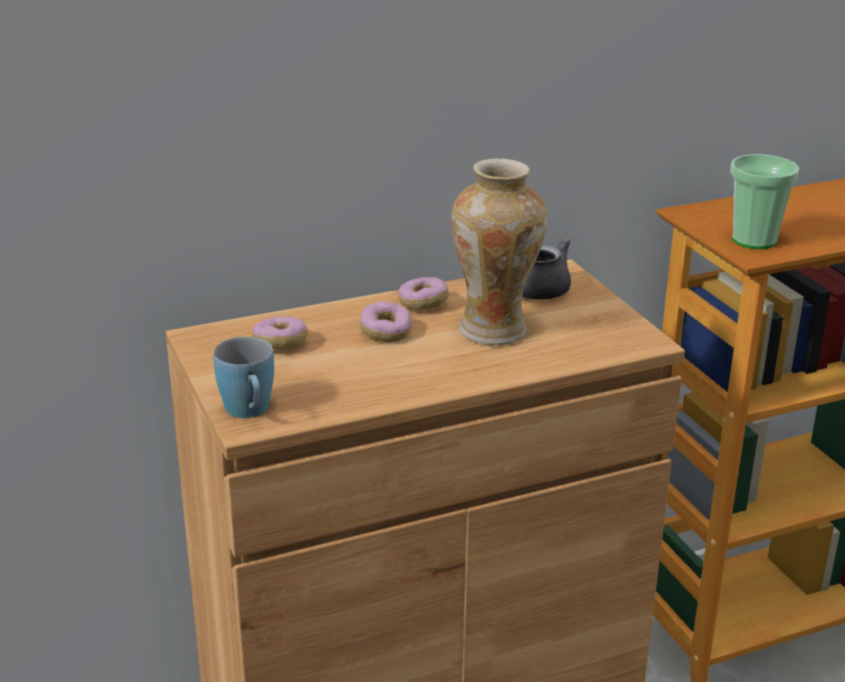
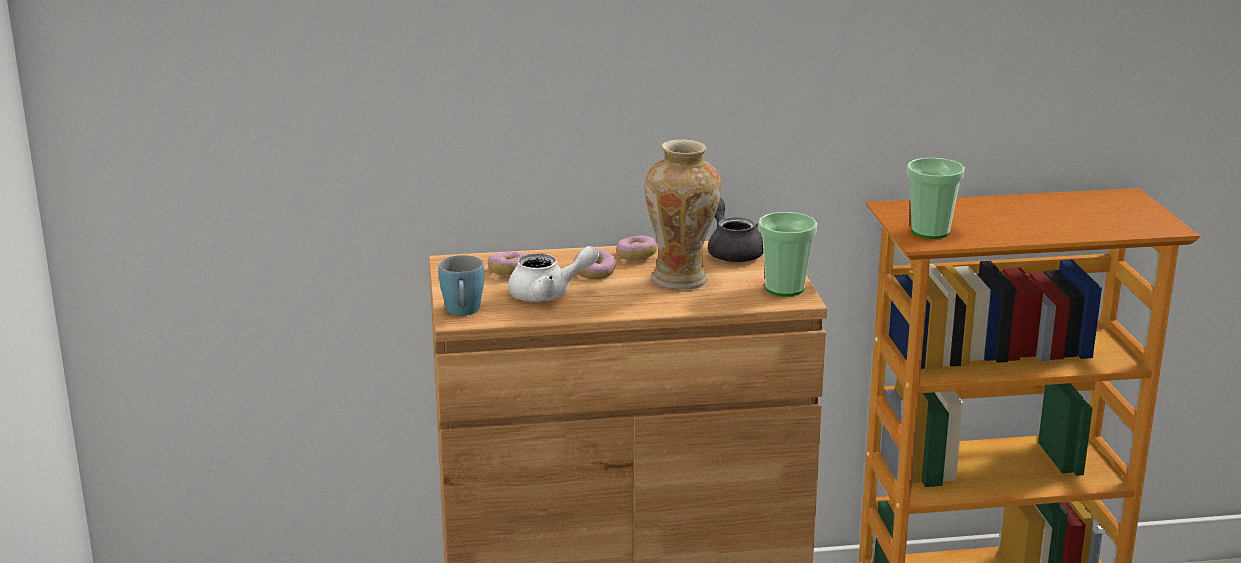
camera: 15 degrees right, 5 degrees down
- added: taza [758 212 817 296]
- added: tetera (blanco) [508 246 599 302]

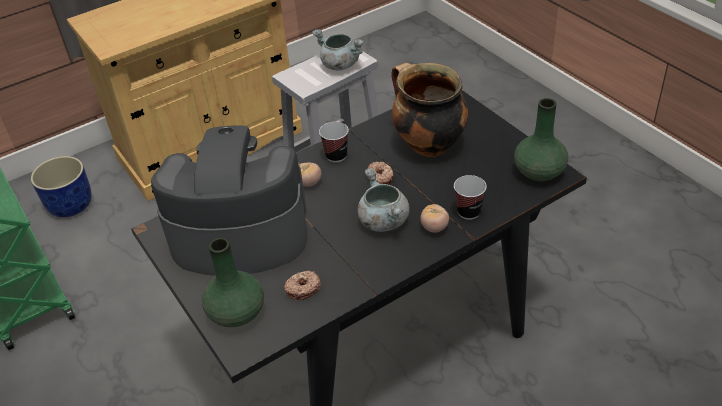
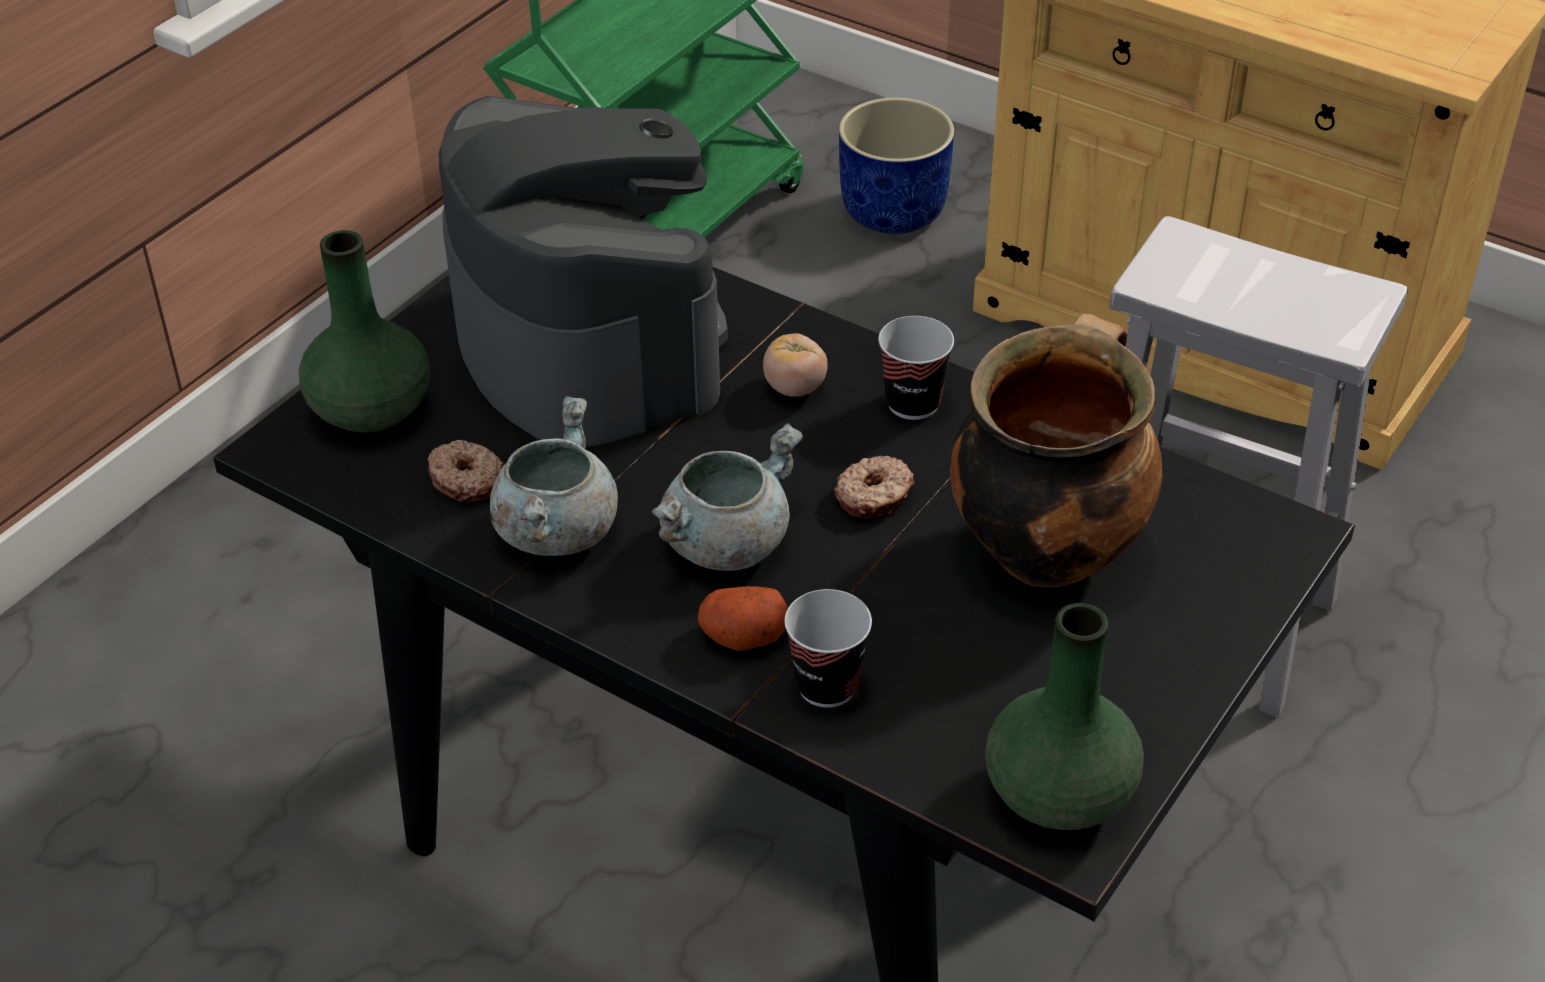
camera: 65 degrees right, 0 degrees up
- moved: olla (gris) [312 29 364 70] to [490 396 618 556]
- replaced: tomate [421 204 449 233] to patata [698 586 788 651]

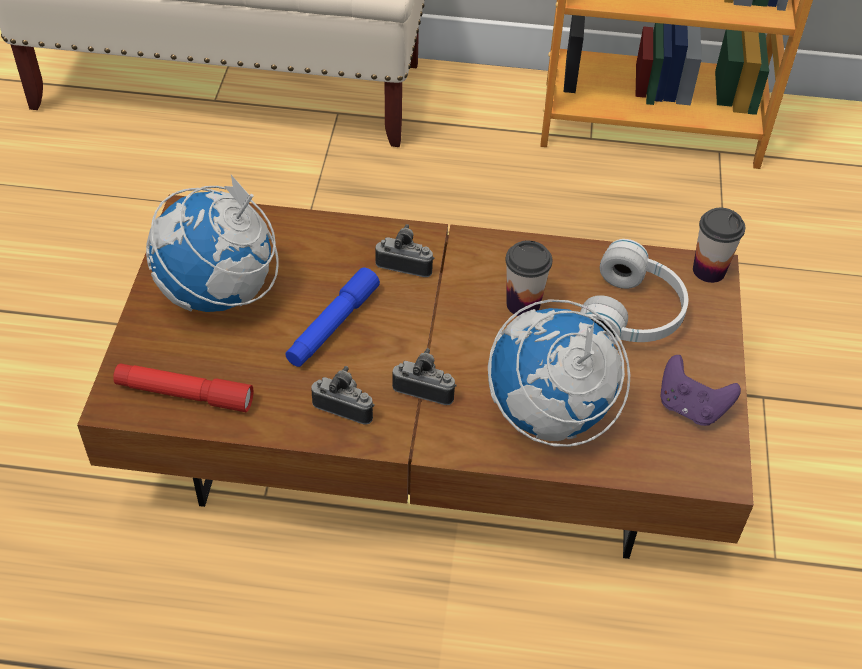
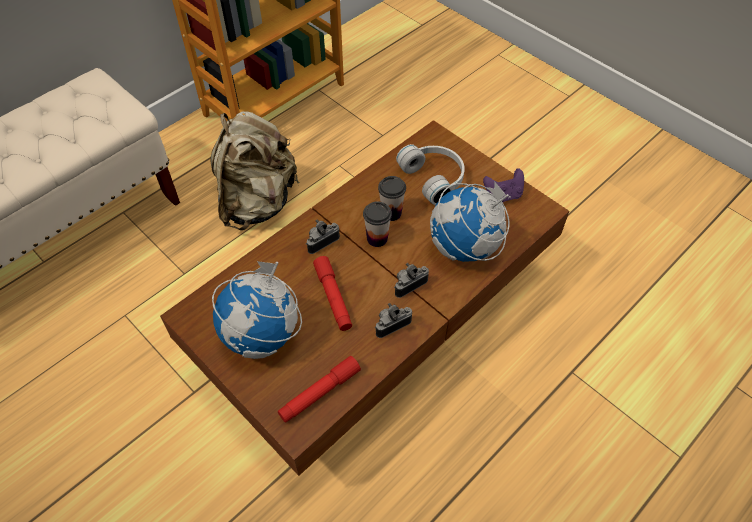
camera: 50 degrees left, 5 degrees up
- moved: taza [693 208 745 283] to [363 201 392 247]
- recoloured: linterna (azul) [285 268 380 367] to linterna (rojo) [313 256 352 331]
- added: mochila (beis) [210 111 300 230]

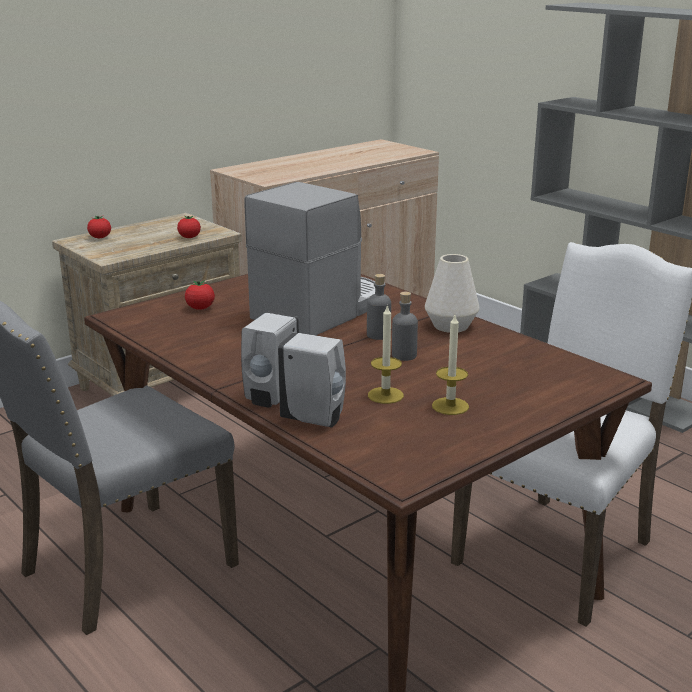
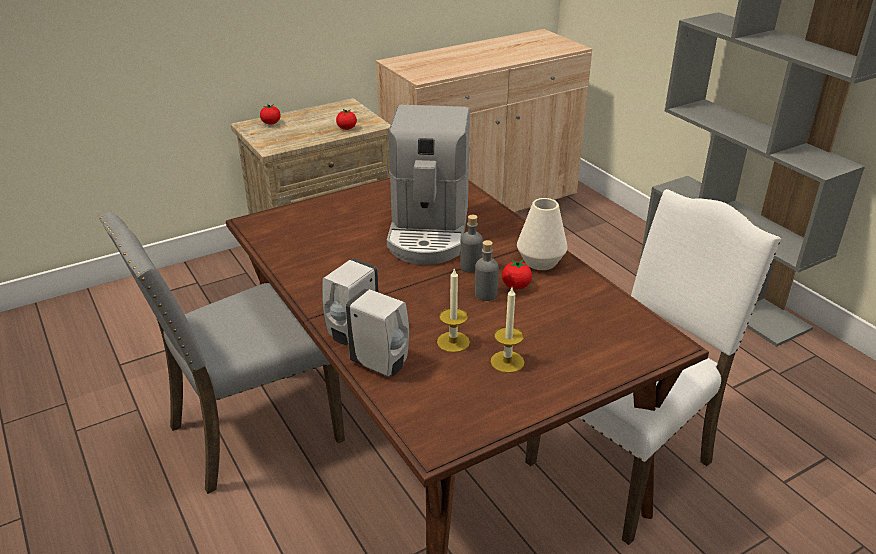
camera: 10 degrees right, 10 degrees up
- turned: cafetera [244 182 375 335] = [387 105 470 265] 135 degrees clockwise
- moved: tomate [185 280 215 310] to [502 259 532 289]

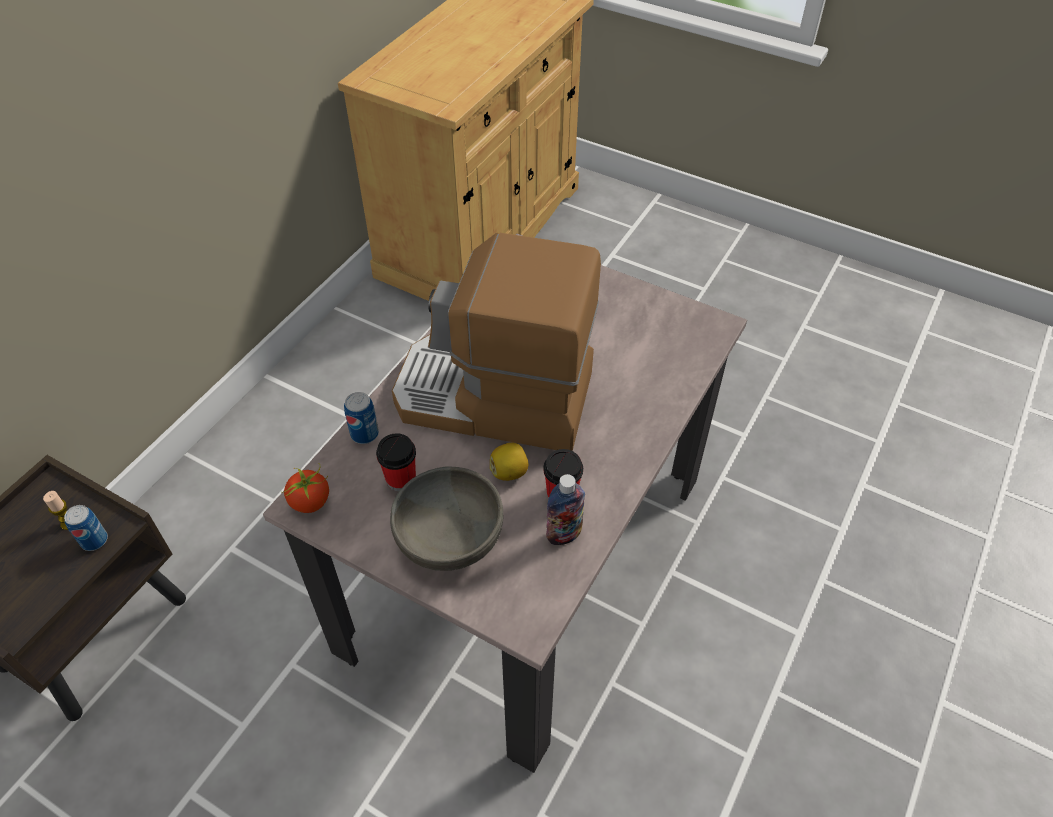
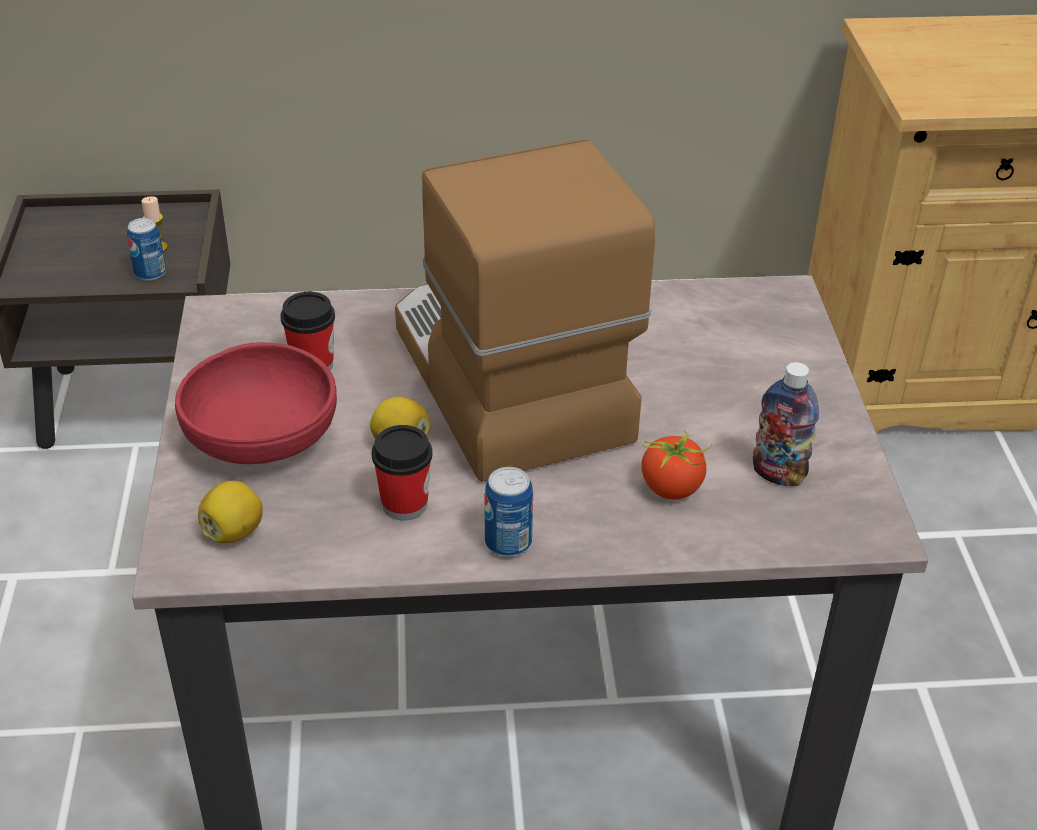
camera: 55 degrees right, 10 degrees down
- moved: lata [344 392 379 444] to [485 467 533 557]
- moved: tomate [282 463 329 513] to [641 429 712 500]
- recoloured: cuenco (gris) [390 467 503 571] to cuenco (rojo) [175 342 337 464]
- moved: botella [546 474 585 545] to [753 362 819 486]
- added: limón [198 481 263 543]

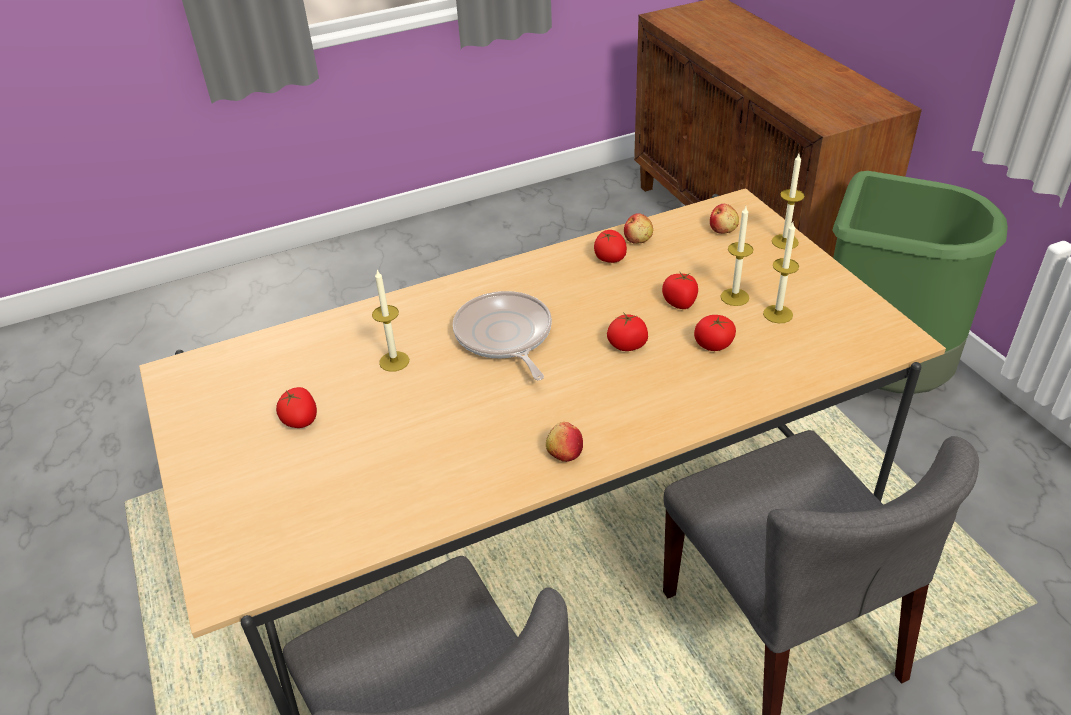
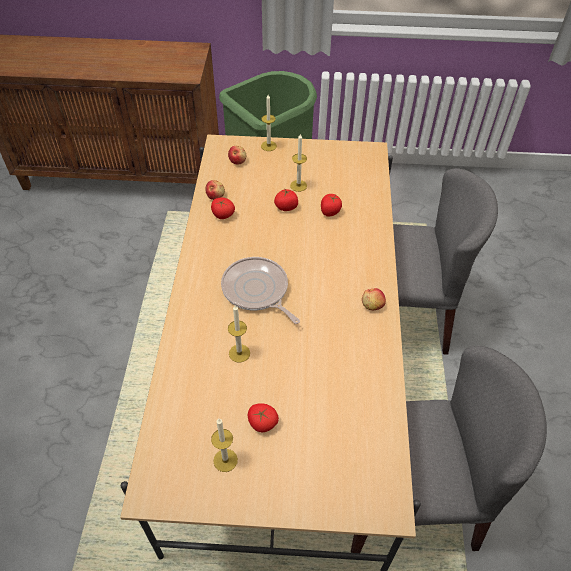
camera: 65 degrees left, 10 degrees up
- moved: vela [763 222 799 323] to [211 419 238 472]
- turned: sartén [453 291 552 381] = [221 257 300 324] 45 degrees clockwise
- removed: tomate [607 312 648 351]

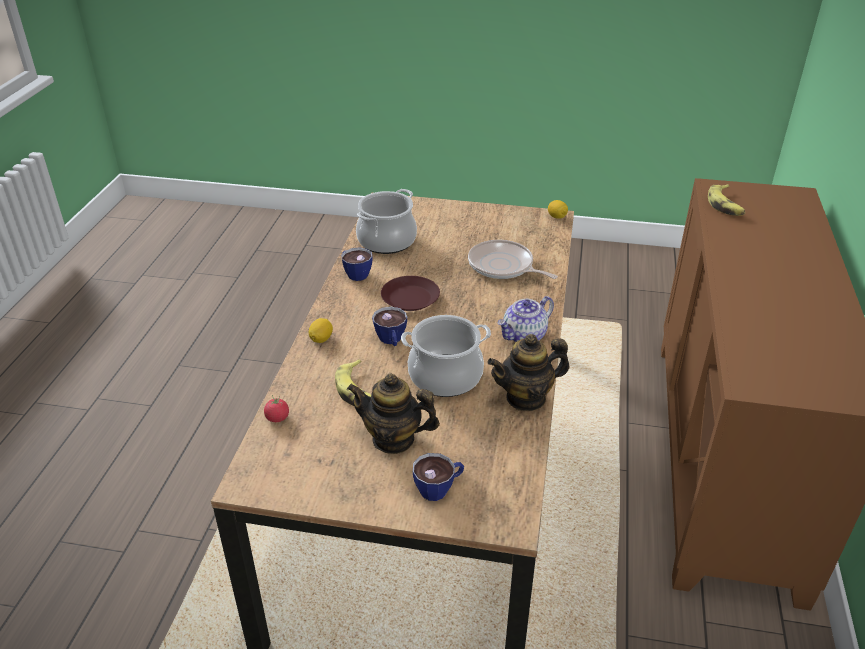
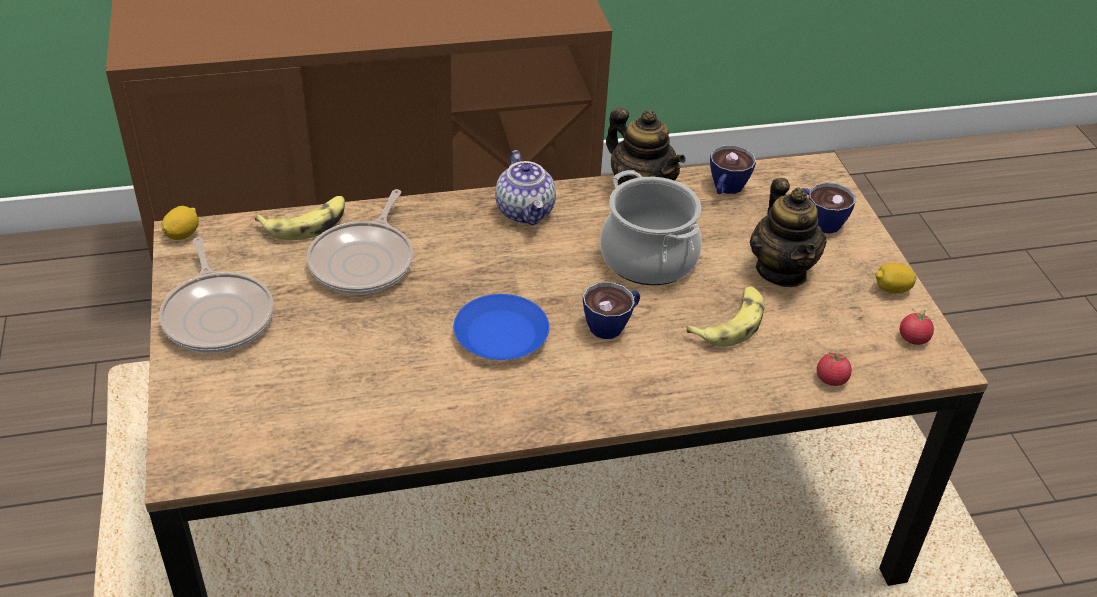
camera: 115 degrees left, 5 degrees up
- moved: plátano [708 184 745 216] to [255 196 345 240]
- removed: olla [356 189 417 254]
- moved: taza [341 247 373 281] to [710 145 756 194]
- recoloured: plato (marrón) [381 276 440 311] to plato (azul) [454 294 549 360]
- turned: tetera [497 296 554 342] = [495 150 556 225] 45 degrees clockwise
- moved: limón [309 318 333 343] to [875 263 916 294]
- added: sartén [159 237 274 353]
- added: tomate [900 309 934 345]

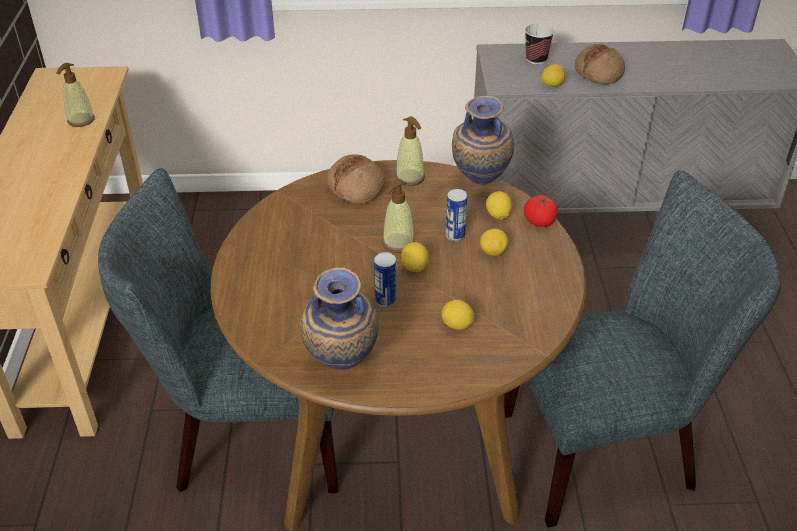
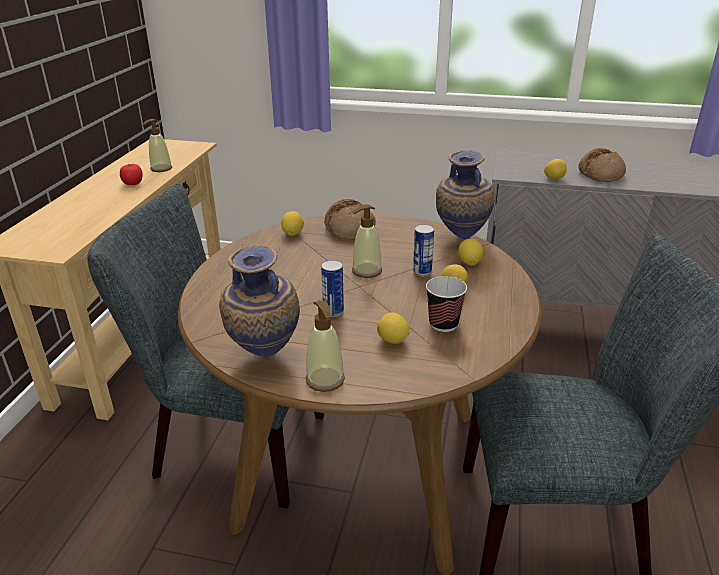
camera: 15 degrees right, 10 degrees down
- moved: taza [525 23 554 65] to [426 276 467 332]
- moved: dispensador de jabón [395 116 425 186] to [306 300 345 392]
- moved: tomate [524 195 558 227] to [120 164 143 185]
- moved: limón [401 242 429 272] to [281 211 304 236]

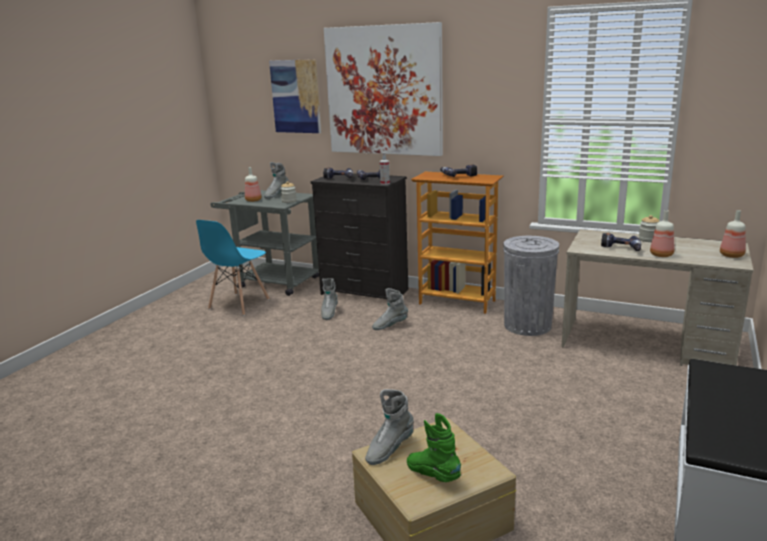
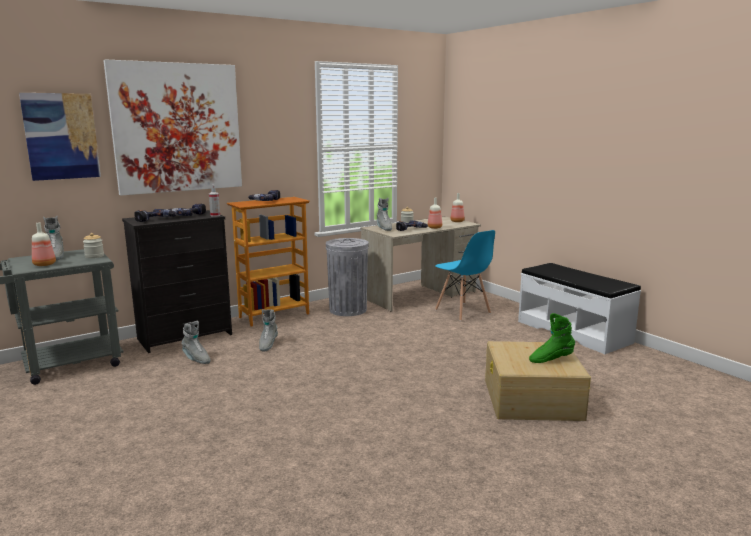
camera: 60 degrees left, 5 degrees down
- moved: silla (azul) [196 220 270 316] to [435 230 495 321]
- moved: bota (gris) [365 389 414 465] to [377 198 392 231]

